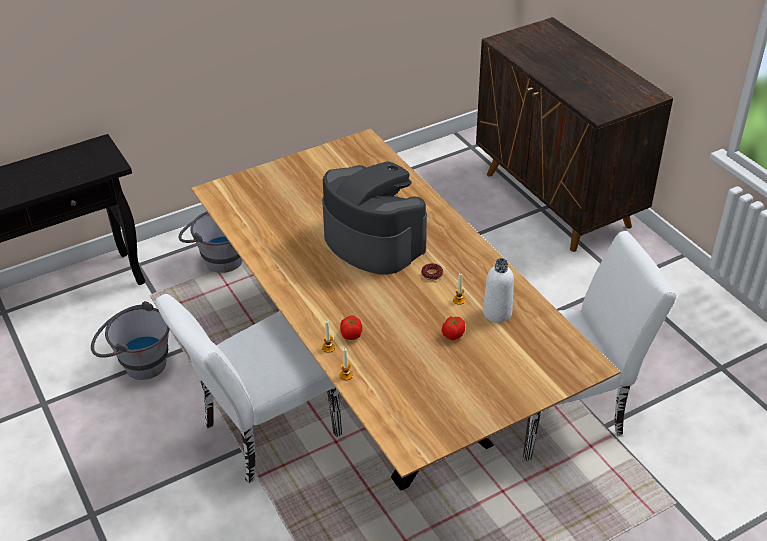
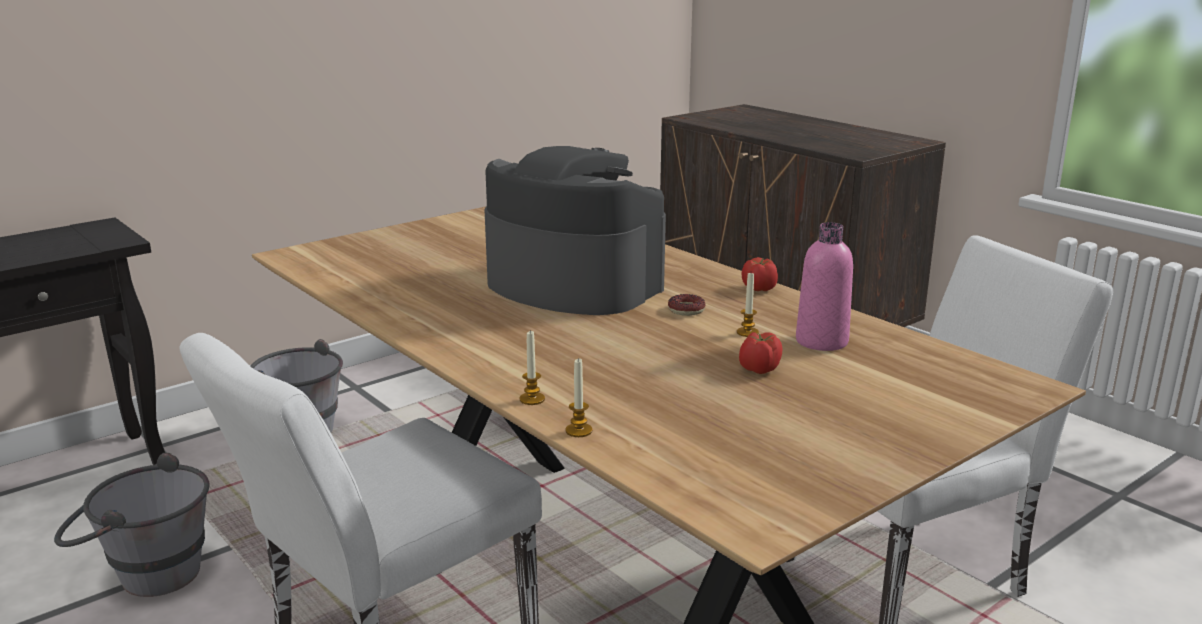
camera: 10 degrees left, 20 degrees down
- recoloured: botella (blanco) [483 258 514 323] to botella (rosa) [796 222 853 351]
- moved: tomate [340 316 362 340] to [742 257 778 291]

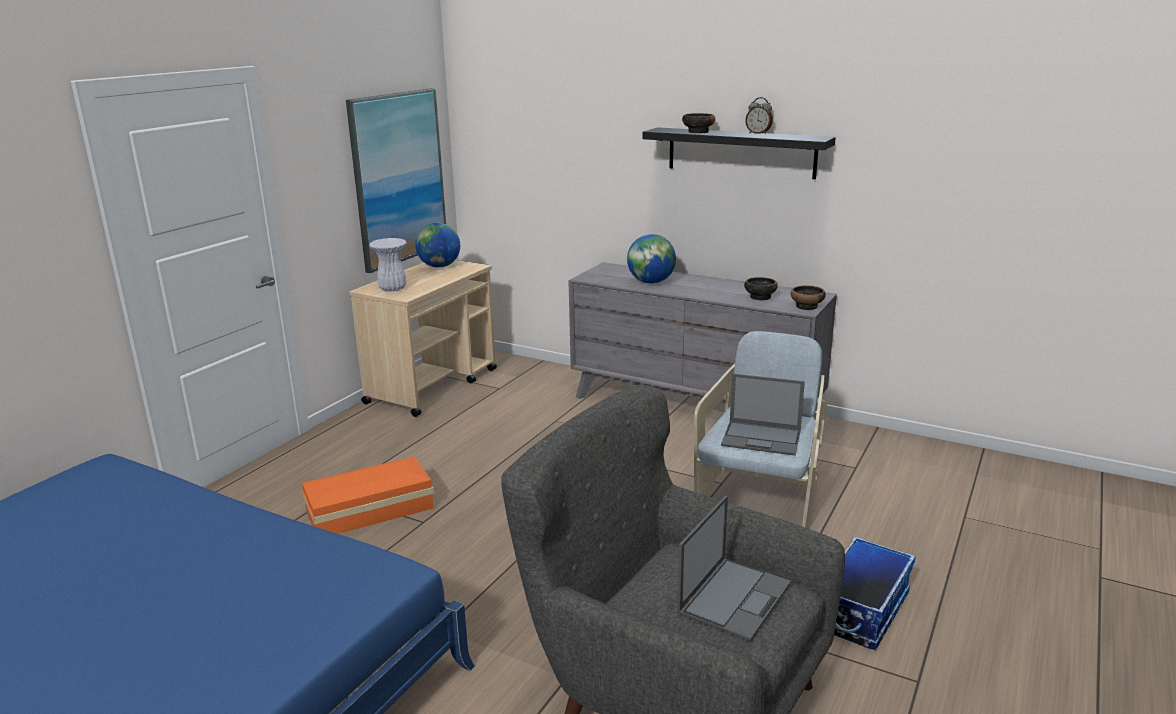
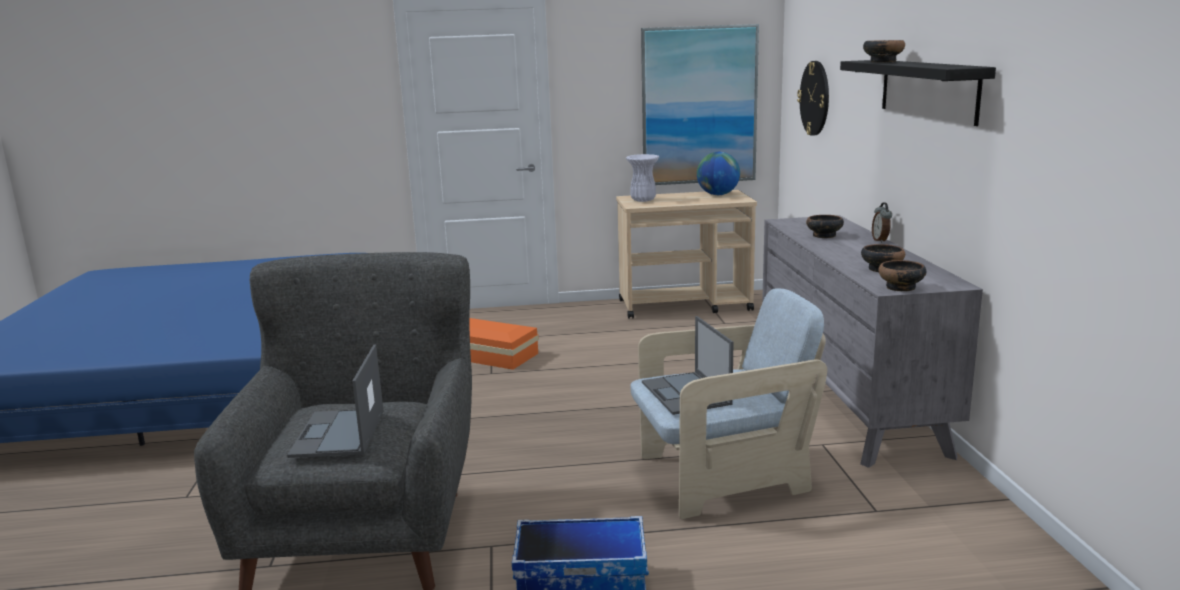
camera: 55 degrees right, 5 degrees down
- moved: despertador [745 97 773 135] to [872 202 892 243]
- replaced: globo terráqueo [627 234 676 284] to cuenco [806 215 844 238]
- turned: portátil [677 495 791 641] = [287 345 383 458] 90 degrees clockwise
- added: reloj de pared [797 61 829 136]

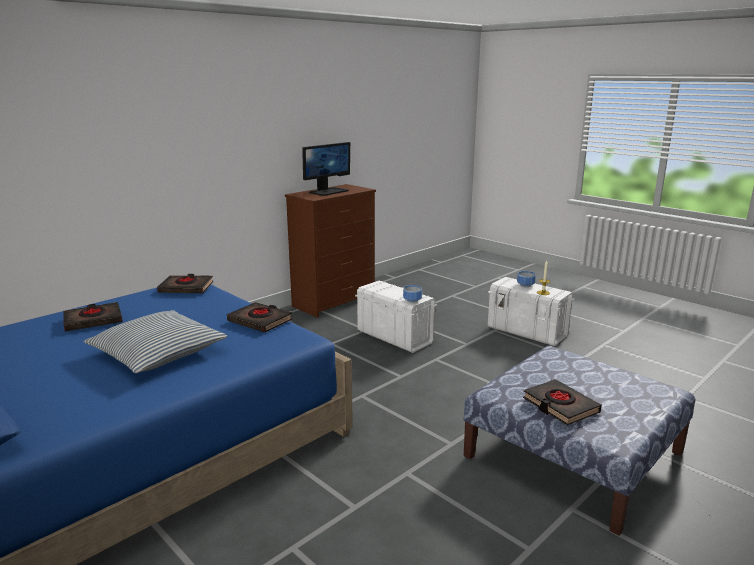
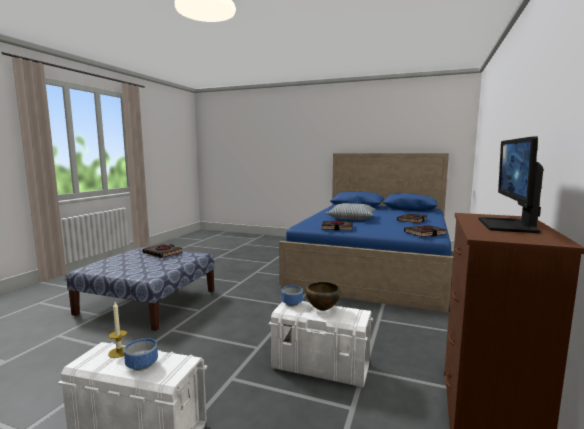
camera: 155 degrees right, 10 degrees down
- added: cuenco (marrón) [305 282 341 311]

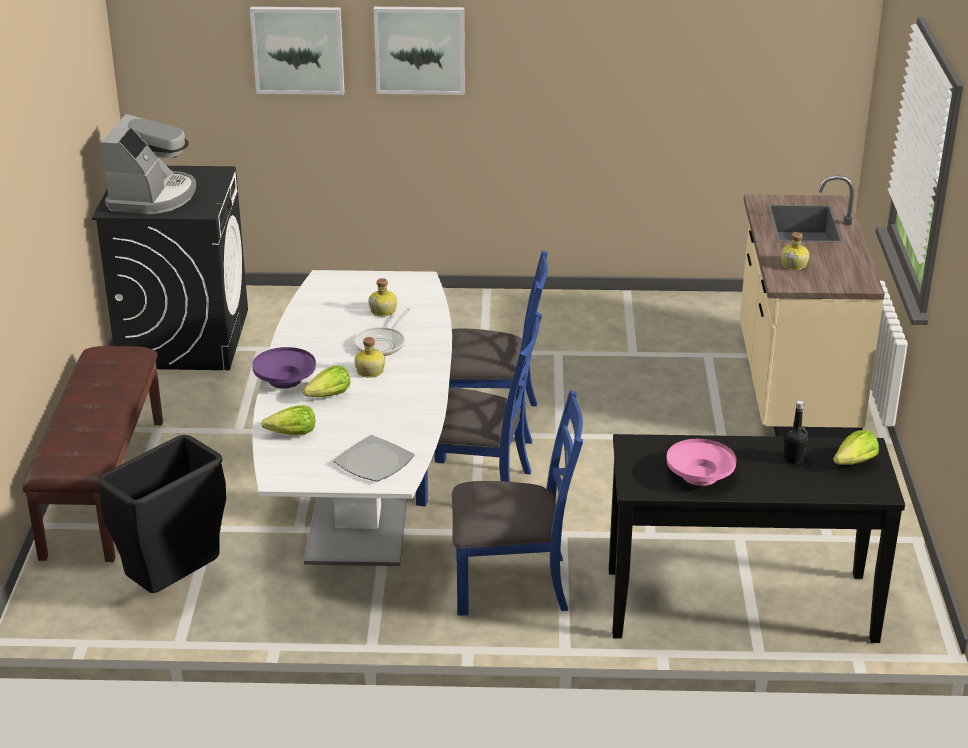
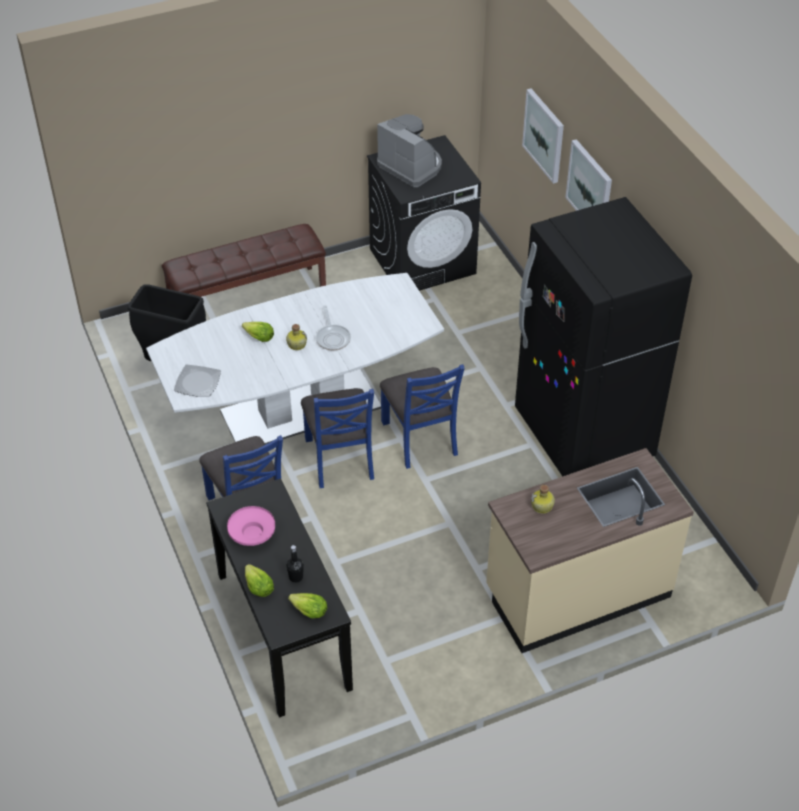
camera: 65 degrees right, 15 degrees up
- turned: cafetera [101 114 196 214] = [377 114 442 187] 120 degrees counterclockwise
- removed: botella [368 278 397 317]
- turned: sartén [354 308 411 356] = [316 305 351 351] 105 degrees counterclockwise
- removed: cuenco (morado) [252 347 316 389]
- moved: lechuga [261 405 315 435] to [245 564 274 597]
- added: nevera (negro) [515 197 692 477]

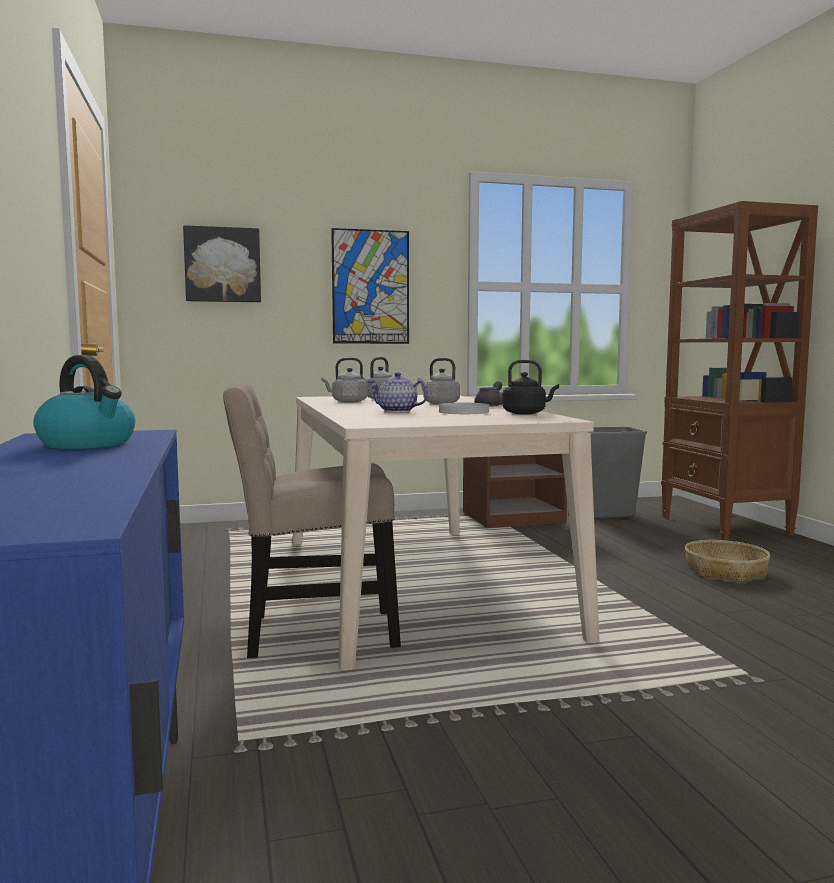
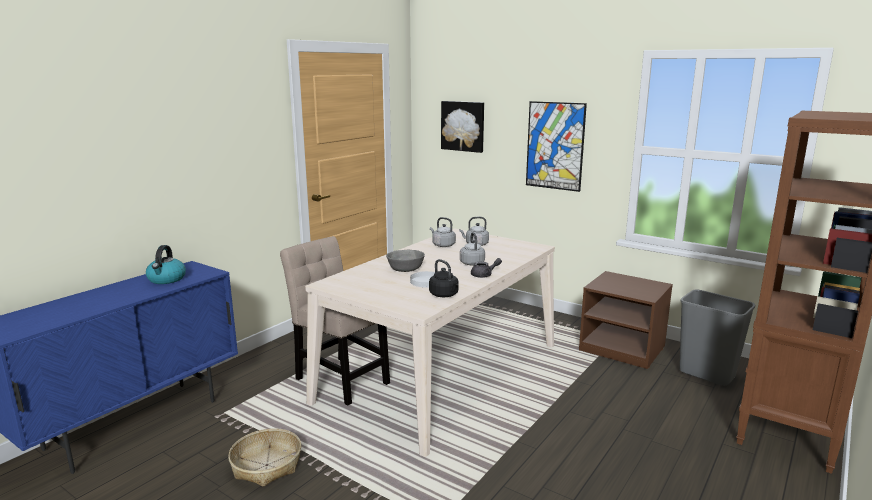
camera: 50 degrees right, 10 degrees up
- replaced: tetera [368 372 429 412] to cuenco (gris) [386 250 425 272]
- moved: cesta [685 540 770 582] to [228 428 301 487]

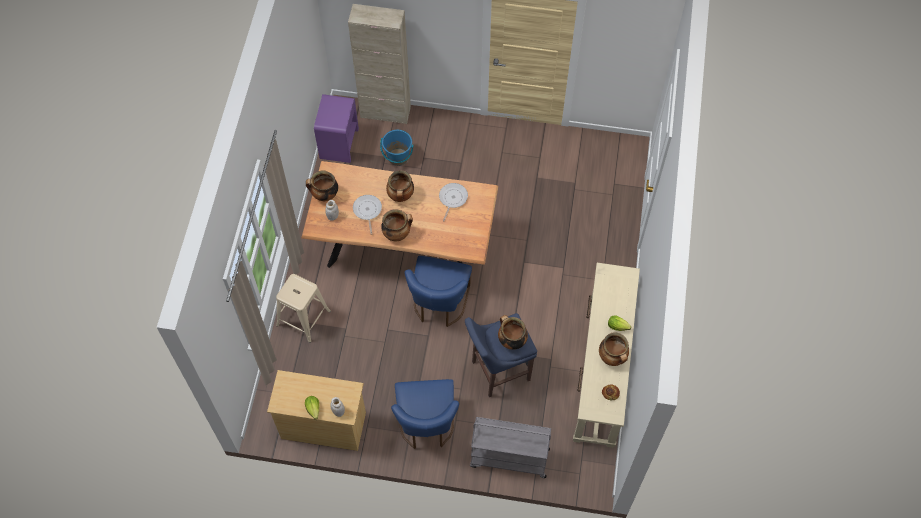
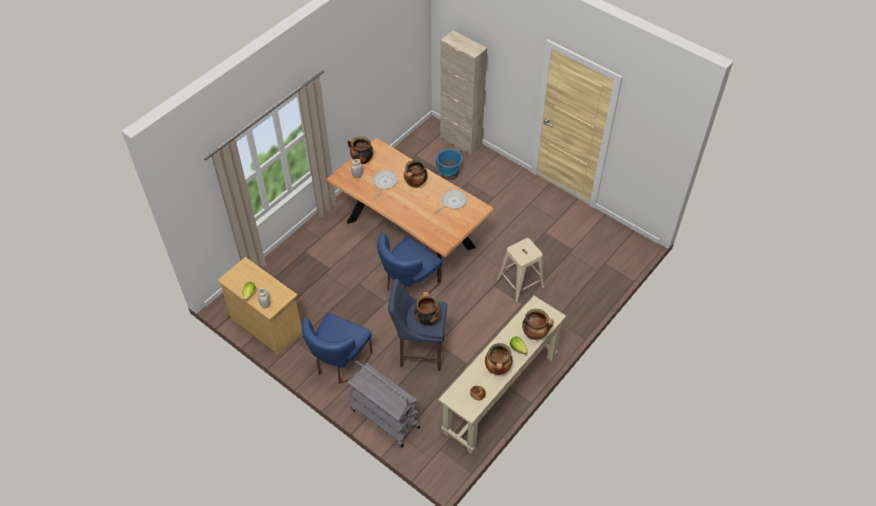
camera: 30 degrees right, 10 degrees down
- removed: mesita de noche (morado) [314 94 359 163]
- moved: olla [381 209 413 241] to [522 309 554 340]
- moved: taburete (beis) [276 274 331 343] to [497 238 544 302]

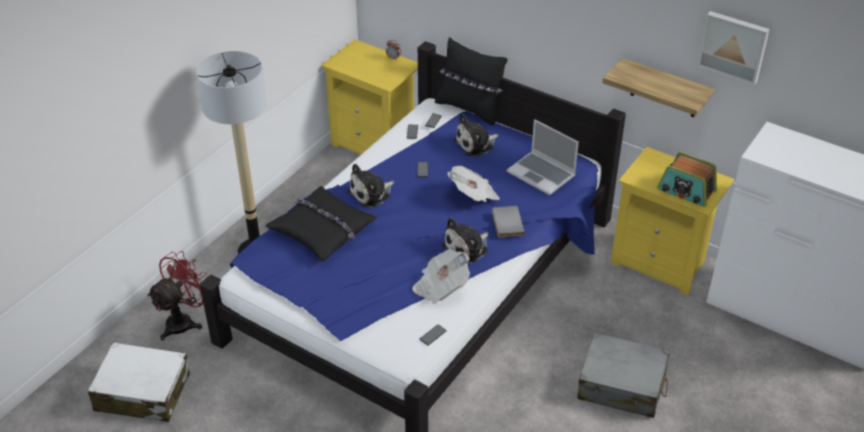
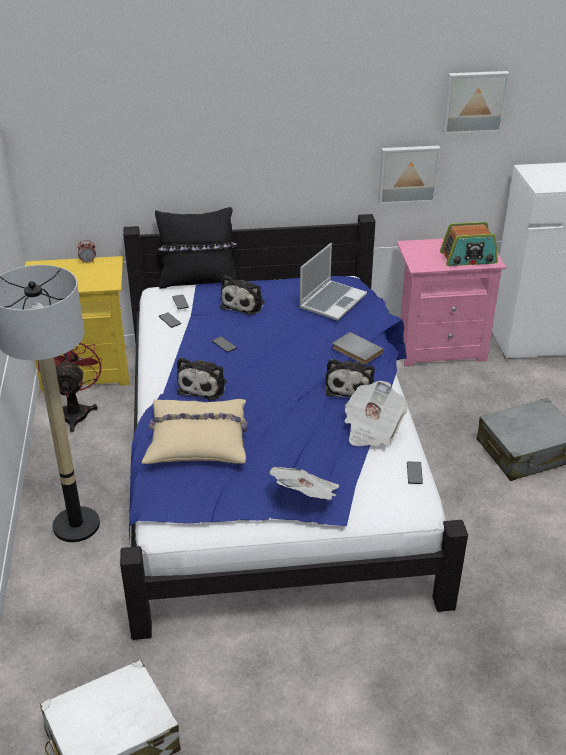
camera: 40 degrees left, 5 degrees down
- replaced: estante [602 58 715 117] to cuadro [378 145 441 205]
- turned: portátil [507 119 579 195] = [299 243 367 321] 60 degrees counterclockwise
- recoloured: mesita de noche (amarillo) [611 147 734 296] to mesita de noche (rosa) [397 239 506 367]
- moved: periódico [447 166 500 202] to [270 467 339 500]
- recoloured: cojín (negro) [265 186 377 261] to cojín (beis) [142 399 248 464]
- moved: ventilador (rojo) [147 251 207 341] to [38 343 102 432]

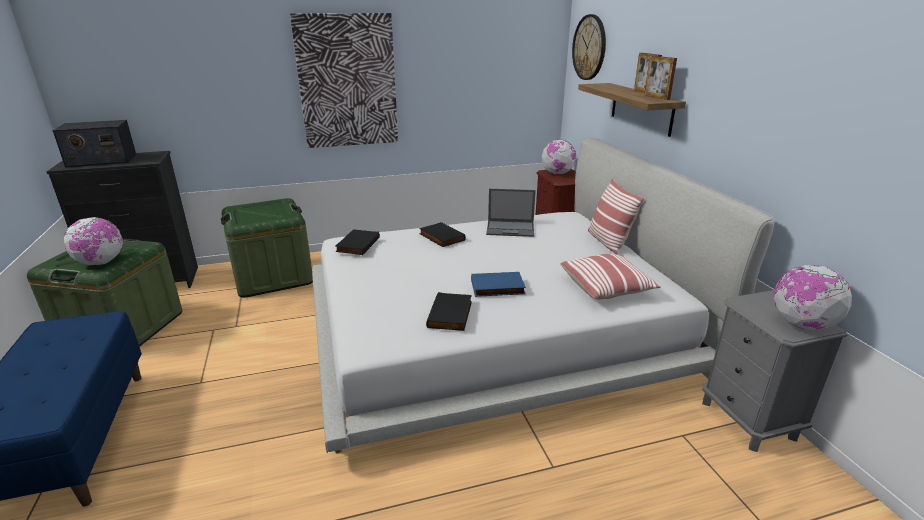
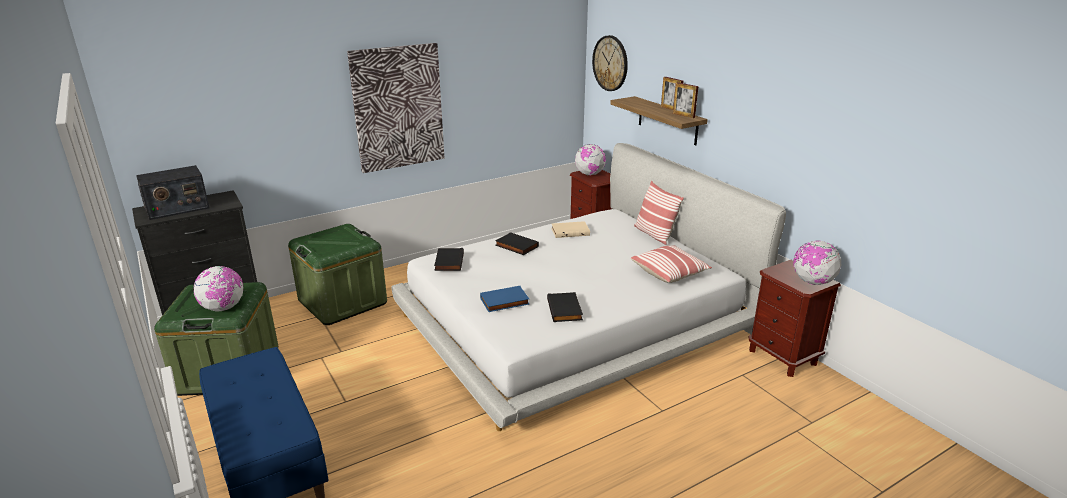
camera: 15 degrees left, 0 degrees up
- replaced: portátil [486 189 536 237] to libro (beis) [551 221 590 238]
- moved: libro (azul) [471 272 526 297] to [480 286 529 312]
- recoloured: mesita de noche (gris) [702 290 847 452] to mesita de noche (marrón) [748 260 841 377]

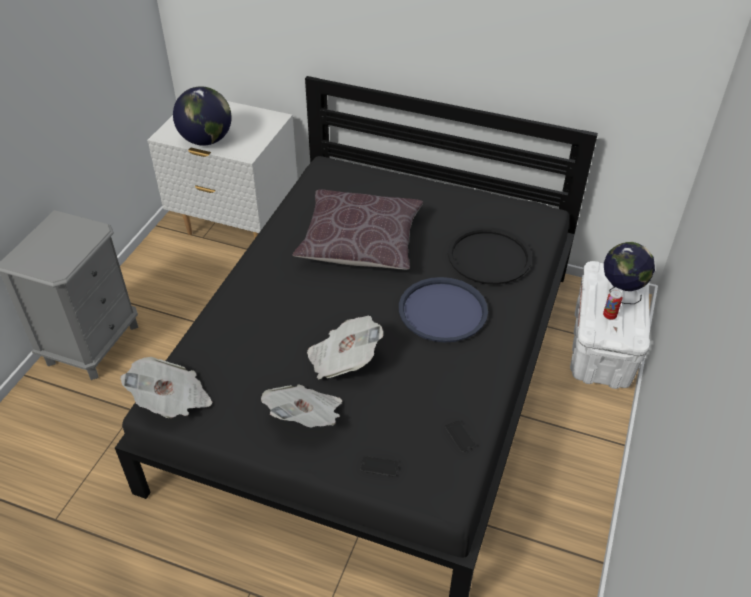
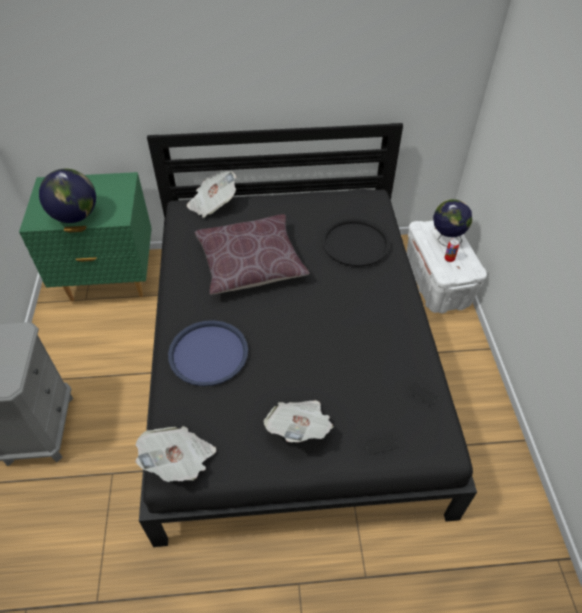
camera: 25 degrees left, 5 degrees up
- recoloured: mesita de noche (blanco) [147 101 298 239] to mesita de noche (verde) [19 172 152 301]
- moved: bandeja (azul) [399 277 488 343] to [168 320 248 386]
- moved: periódico [307 316 383 380] to [187 170 236 218]

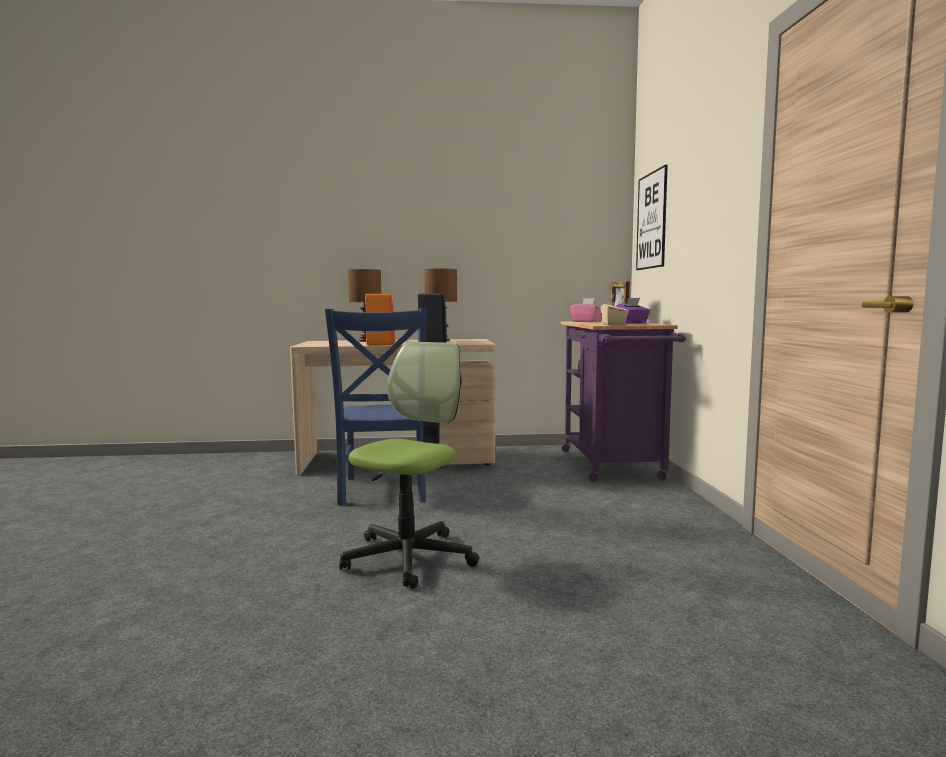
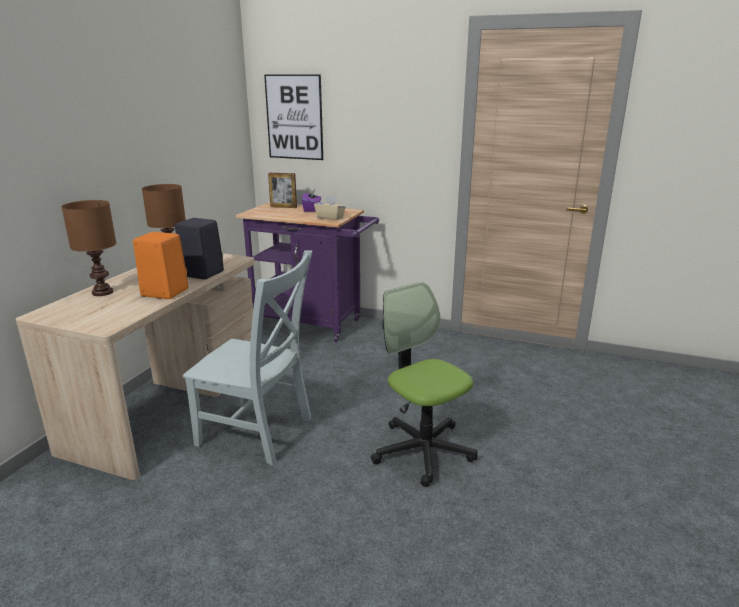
camera: 65 degrees left, 15 degrees up
- removed: caja de pañuelos (rosa) [570 298 602 322]
- recoloured: silla (azul) [325 308 427 505] to silla (gris) [182 250 312 466]

